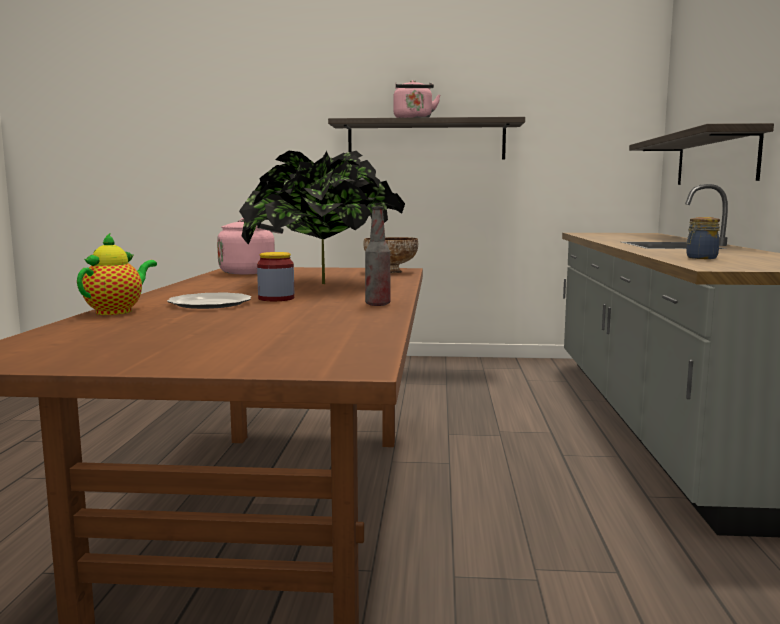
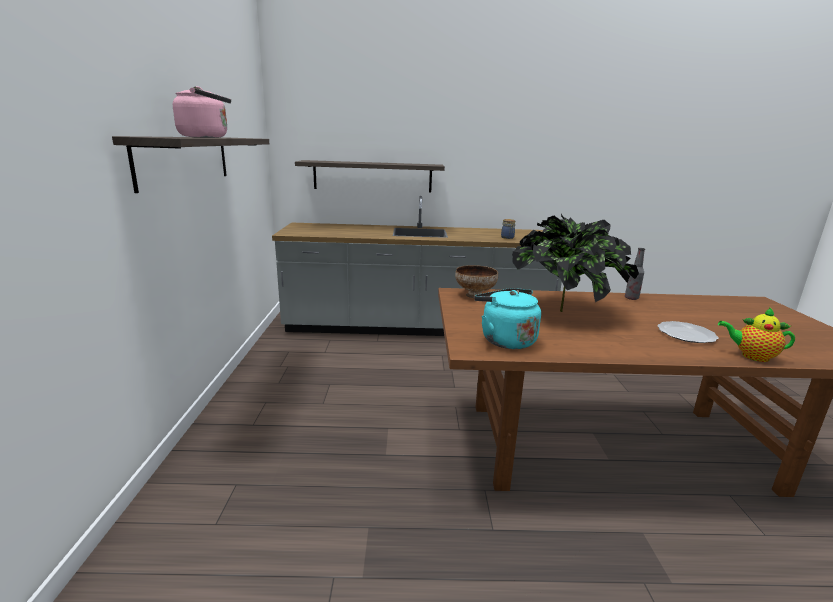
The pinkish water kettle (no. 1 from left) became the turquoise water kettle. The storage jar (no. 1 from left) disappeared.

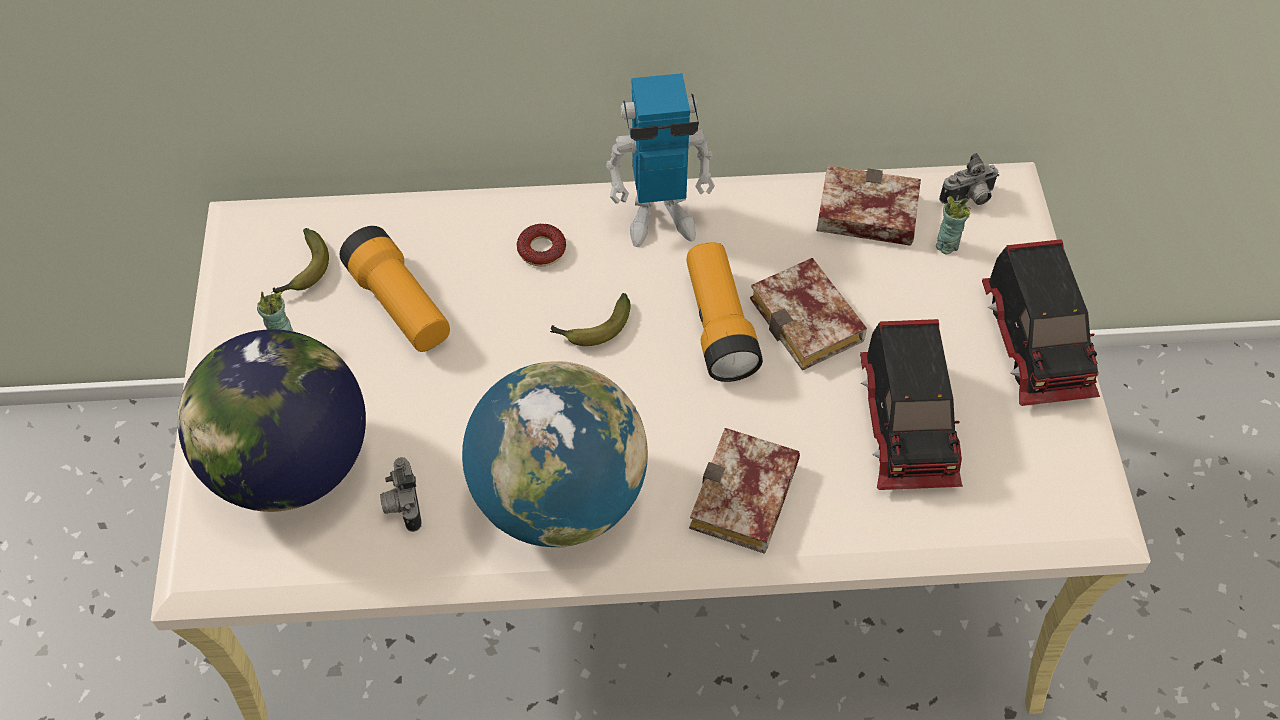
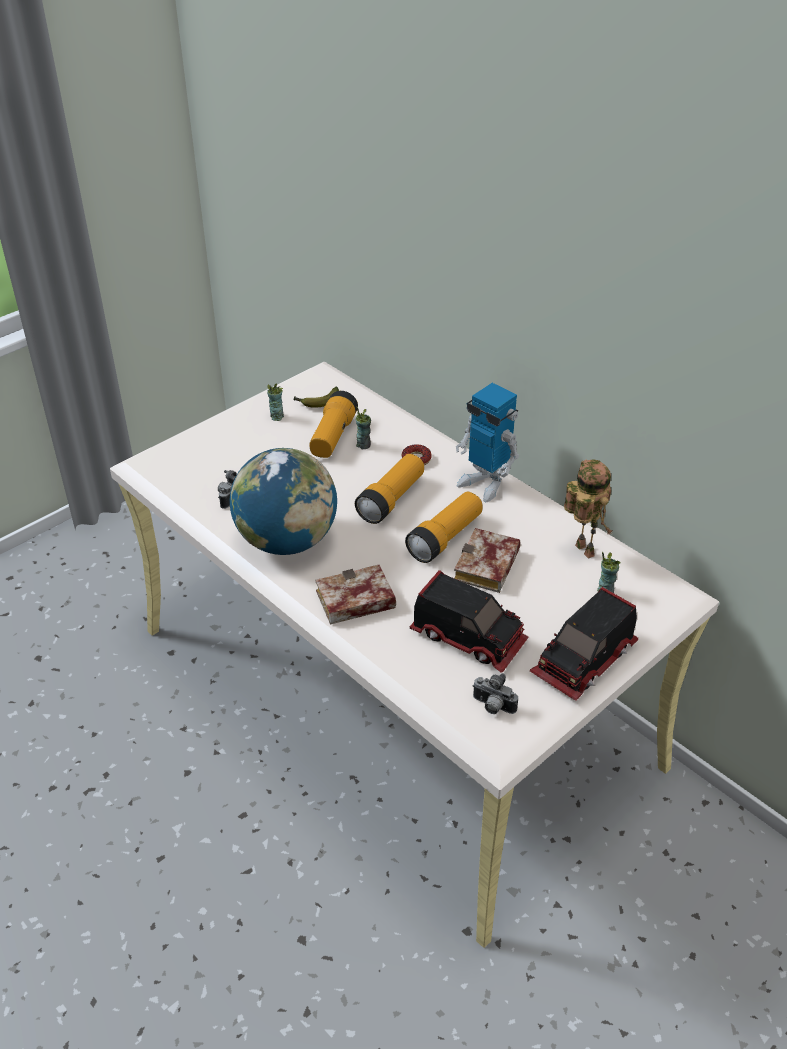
The desk globe (no. 1 from left) disappeared. The whole banana (no. 2 from left) was replaced by the hand torch (no. 2 from left). The bound book (no. 3 from left) was replaced by the toy robot (no. 2 from left). The model truck (no. 1 from left) turned 105 degrees counterclockwise. The still camera (no. 2 from left) moved. The drinking cup (no. 2 from left) appeared.

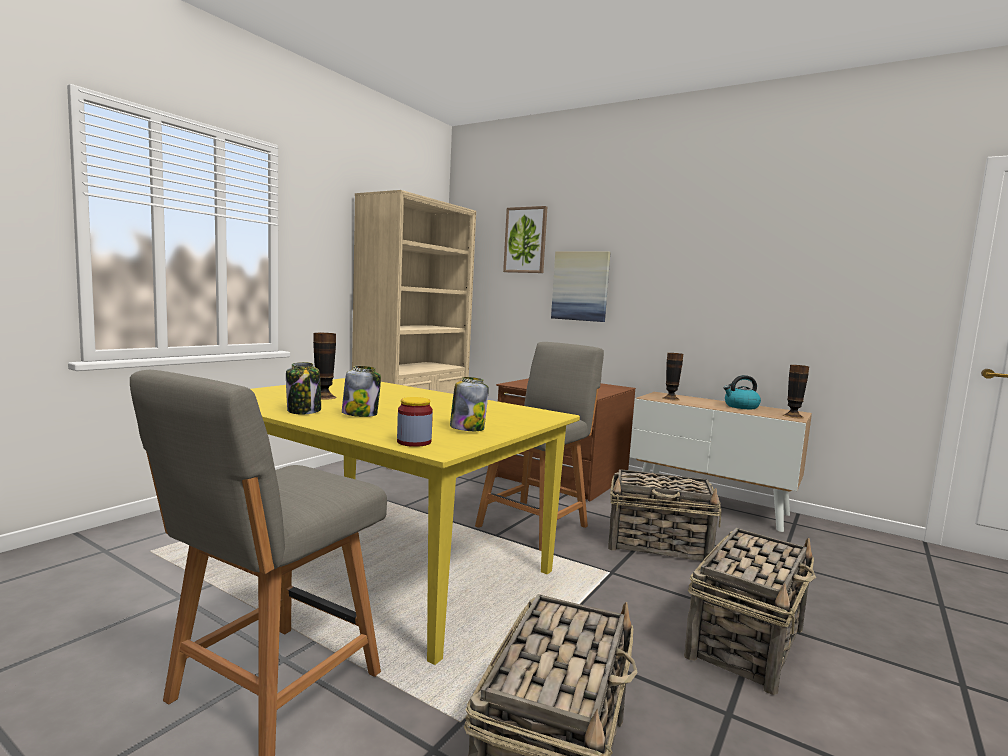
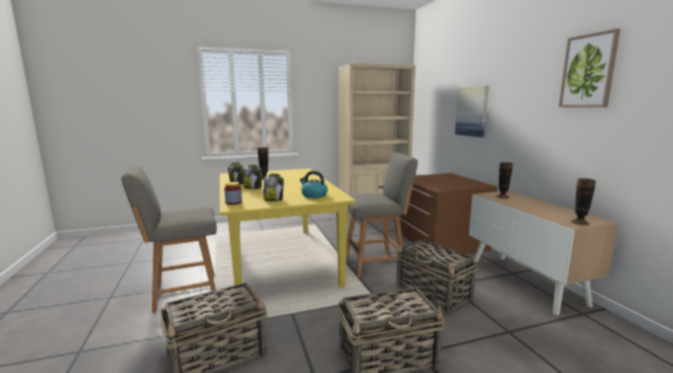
The picture (no. 1 from left in the first image) moved. The water kettle moved.

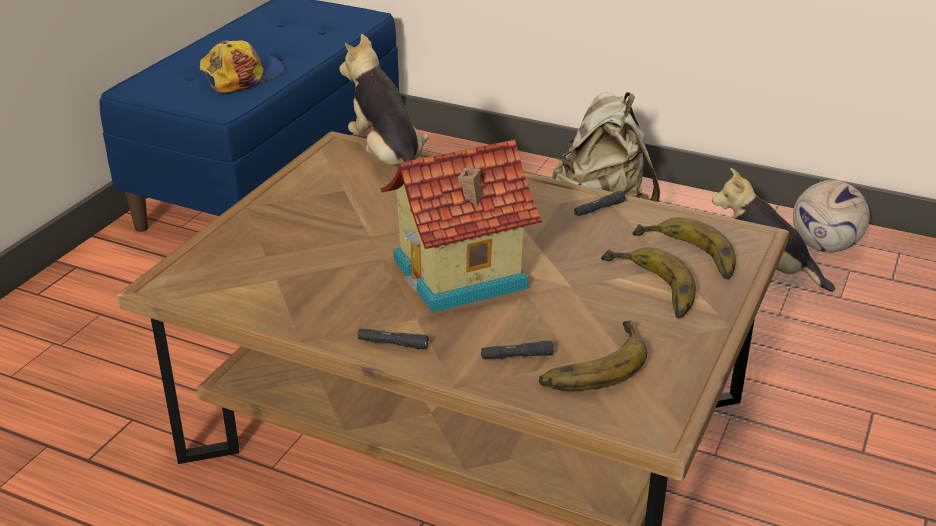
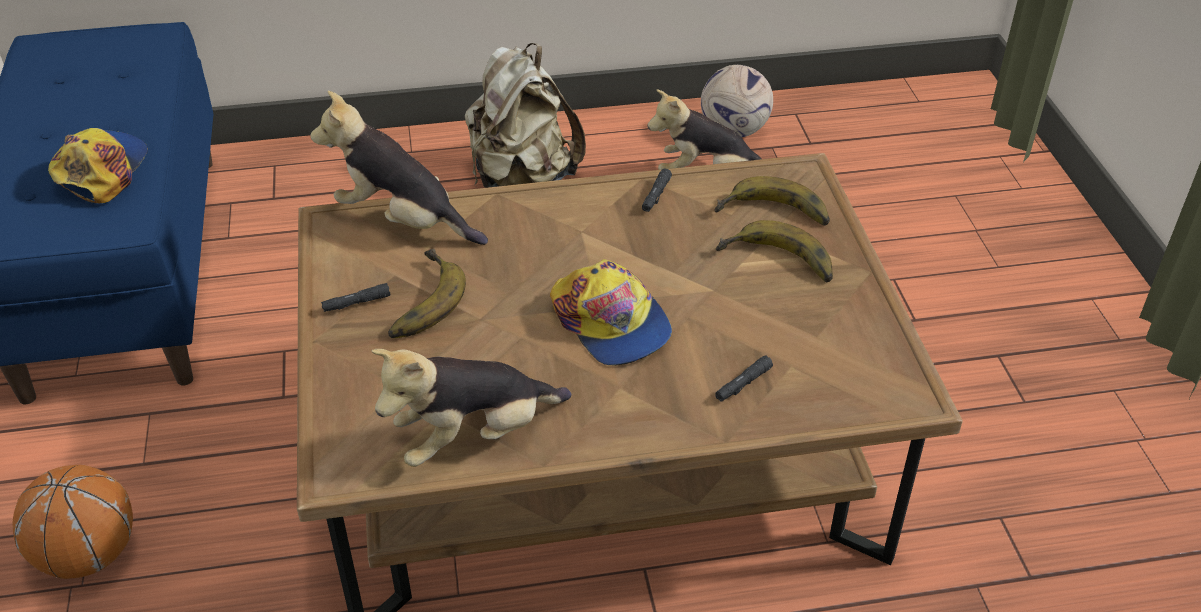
The black-coloured hand torch (no. 1 from left) moved. The miniature house was replaced by the baseball cap (no. 2 from left). The whole banana (no. 1 from left) moved. The basketball ball appeared. The soft toy (no. 2 from left) appeared.

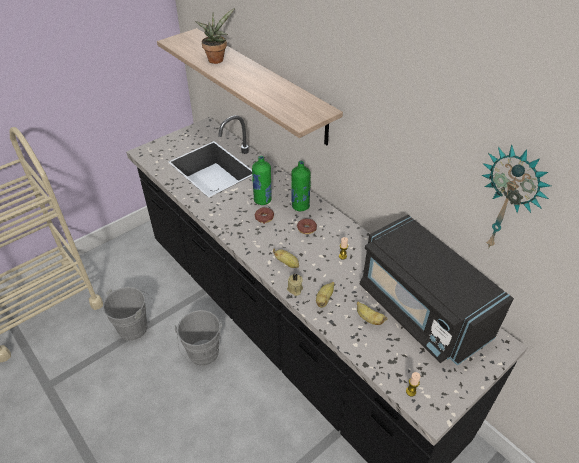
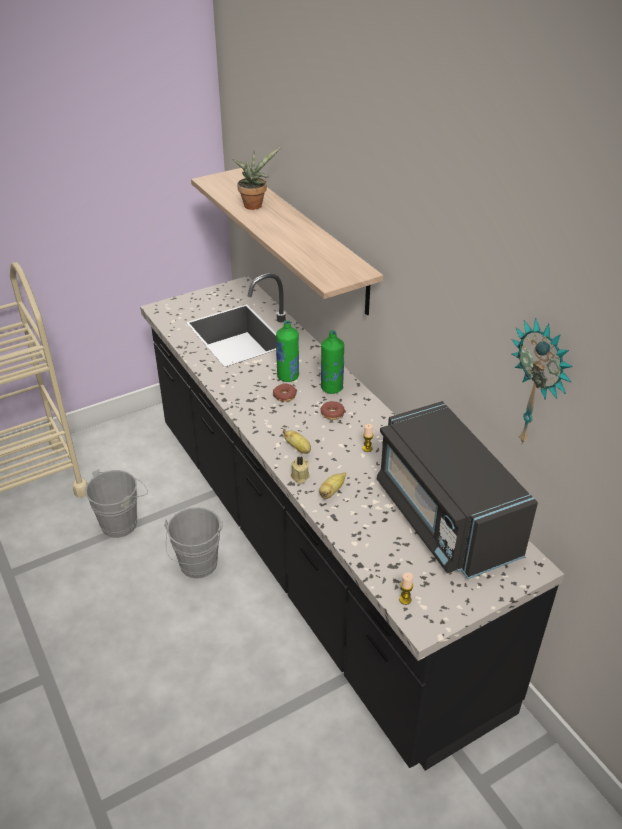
The whole banana (no. 3 from left) disappeared.

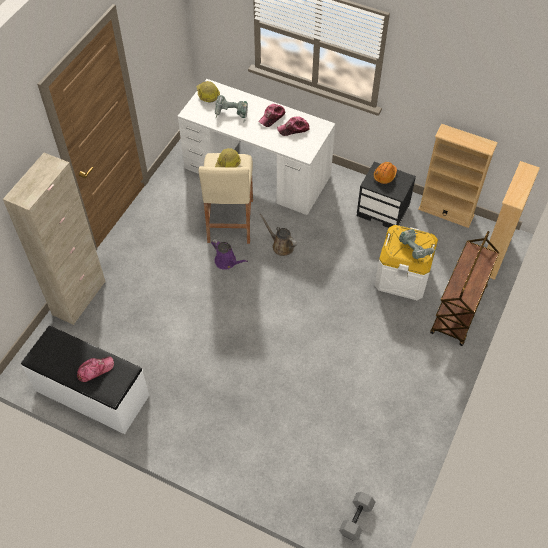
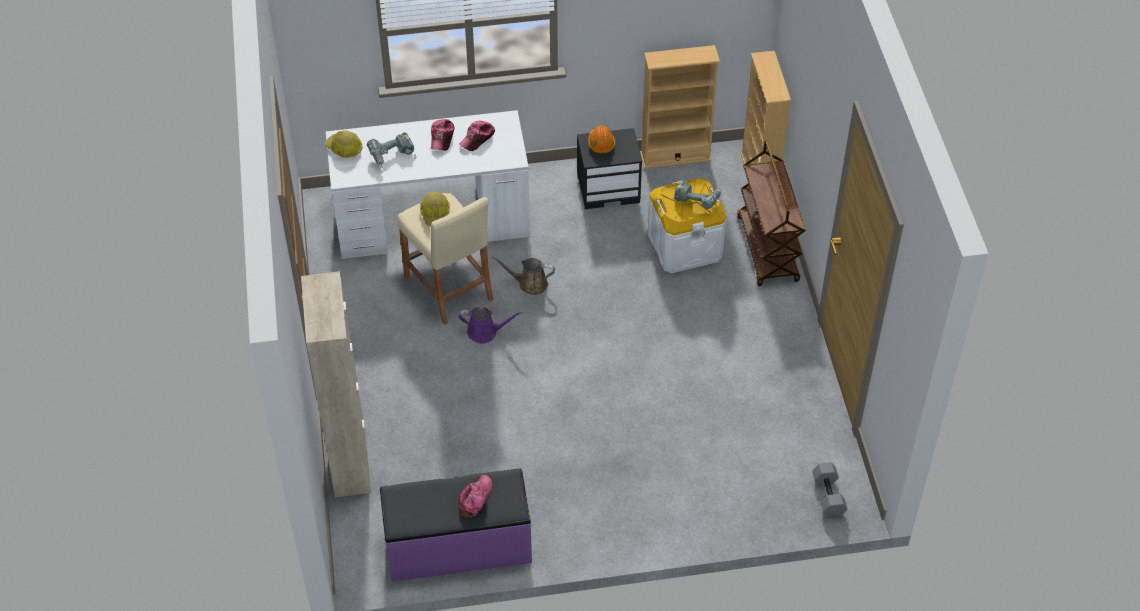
The white-coloured bench became the purple bench.

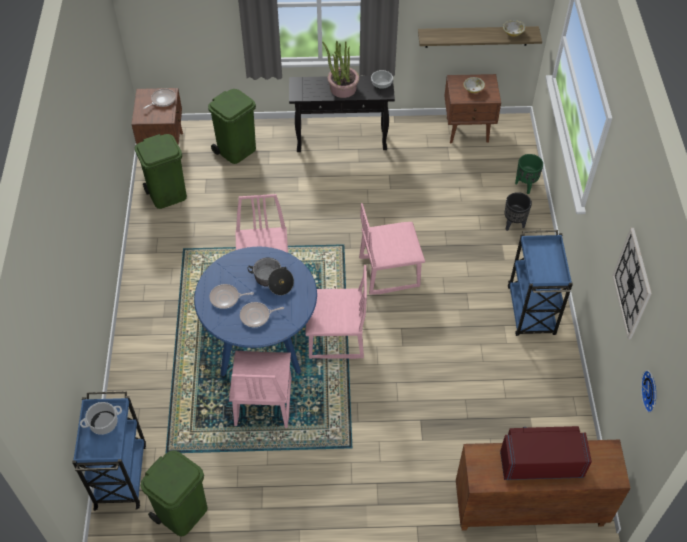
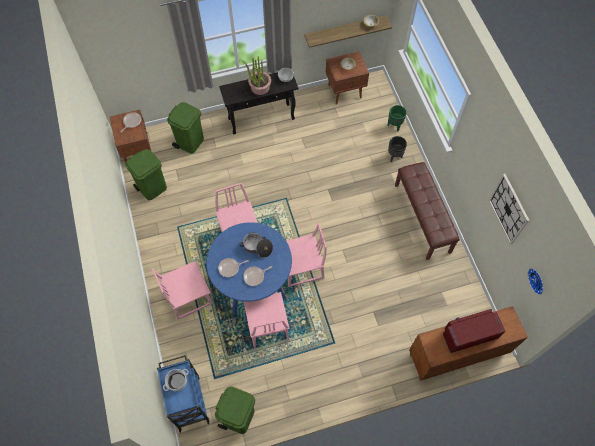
The pinkish upright chair (no. 4 from left in the first image) moved. The blue-coloured wheeled cart (no. 2 from left) was replaced by the brownish bench.

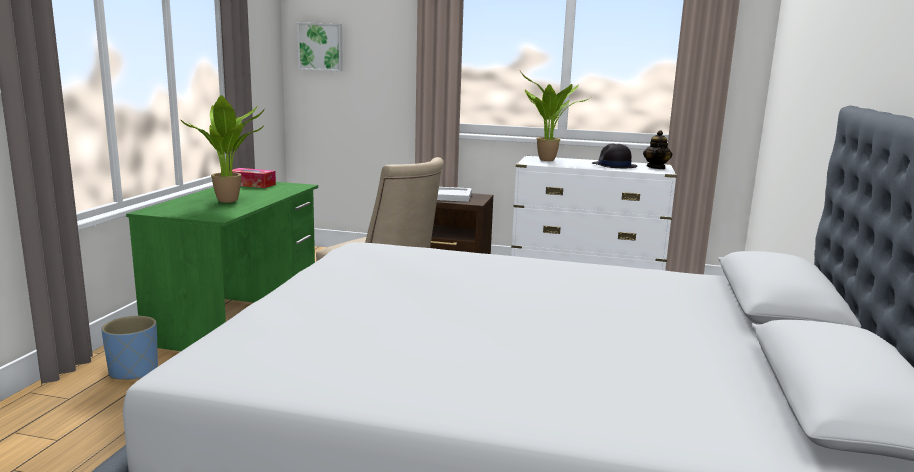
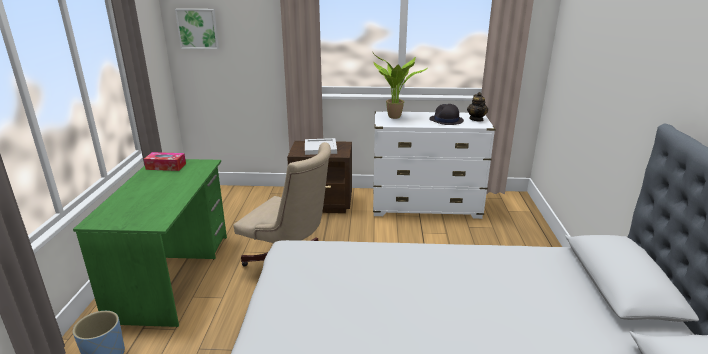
The plant in a pot (no. 1 from left) disappeared.

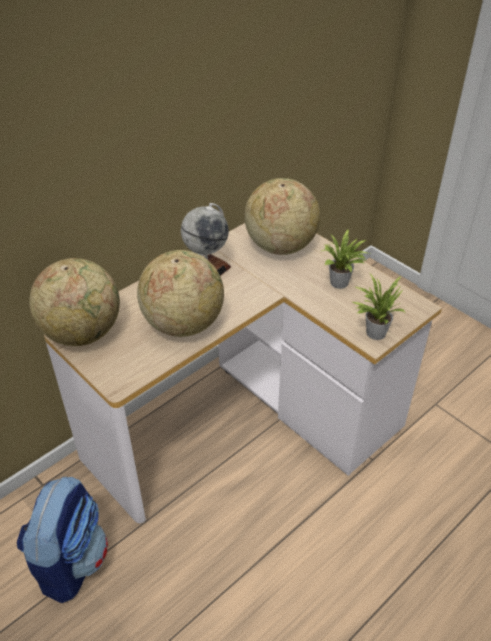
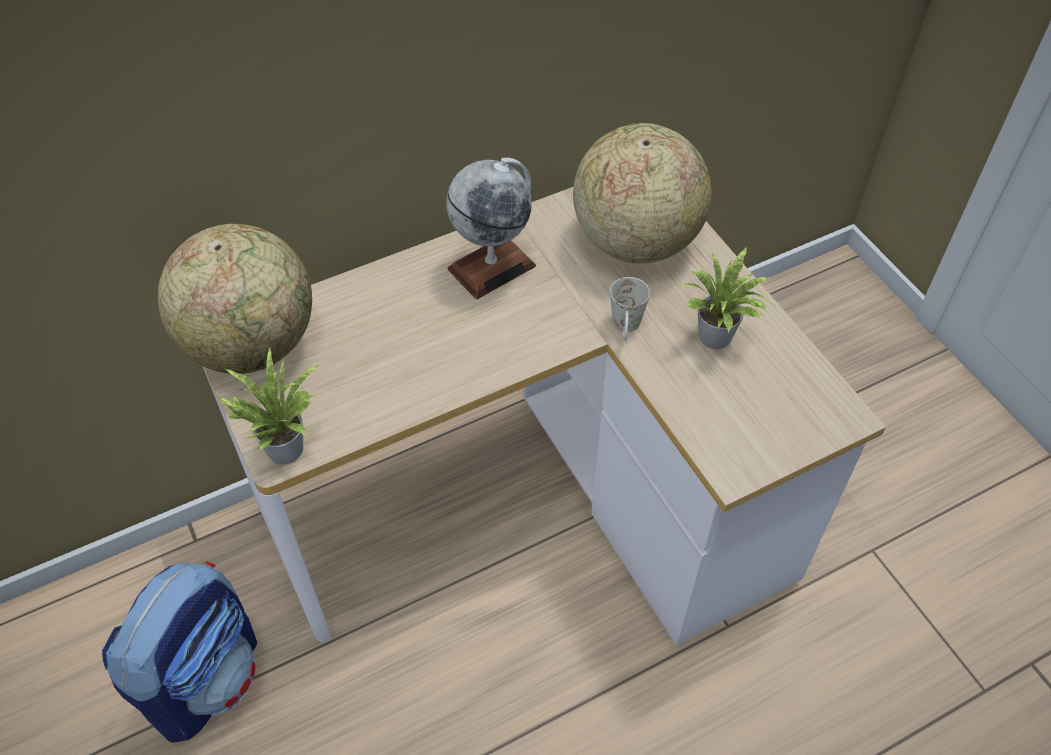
The desk globe (no. 2 from left) disappeared. The plant in a pot (no. 2 from left in the first image) moved. The white-coloured coffee mug appeared.

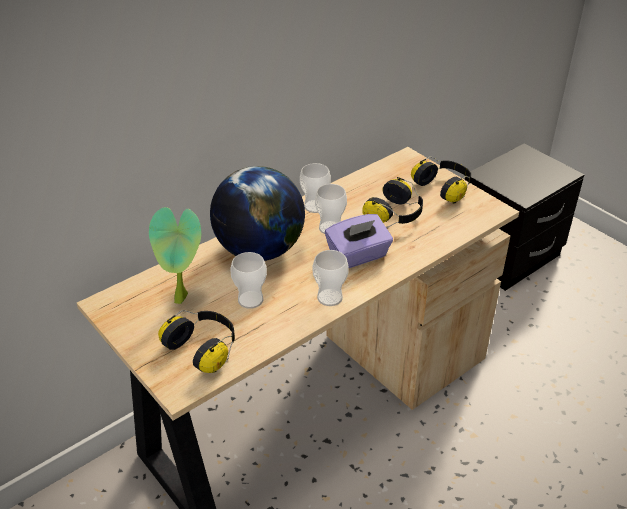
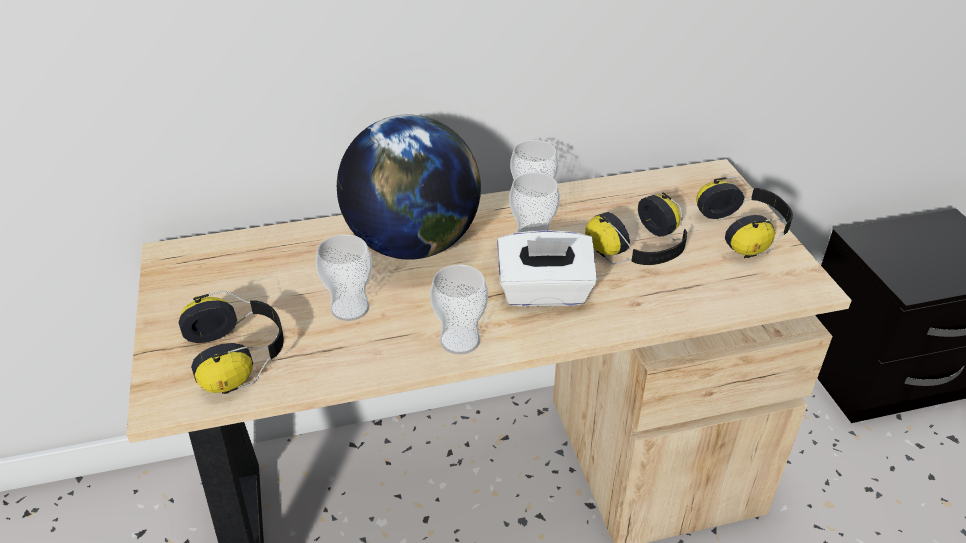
The plant in a pot disappeared. The purple box of tissues became the white-coloured box of tissues.

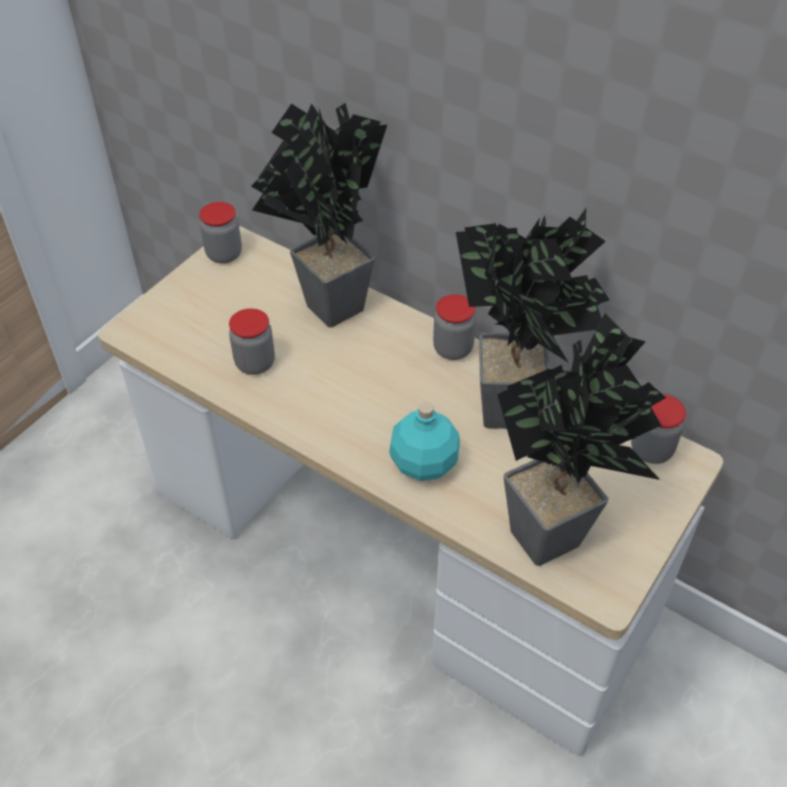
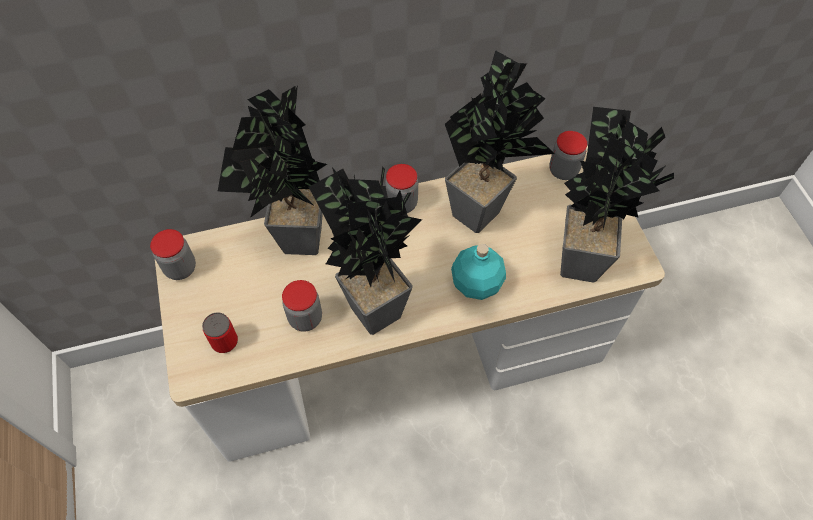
The metal can appeared. The plant in a pot (no. 2 from left) appeared.

